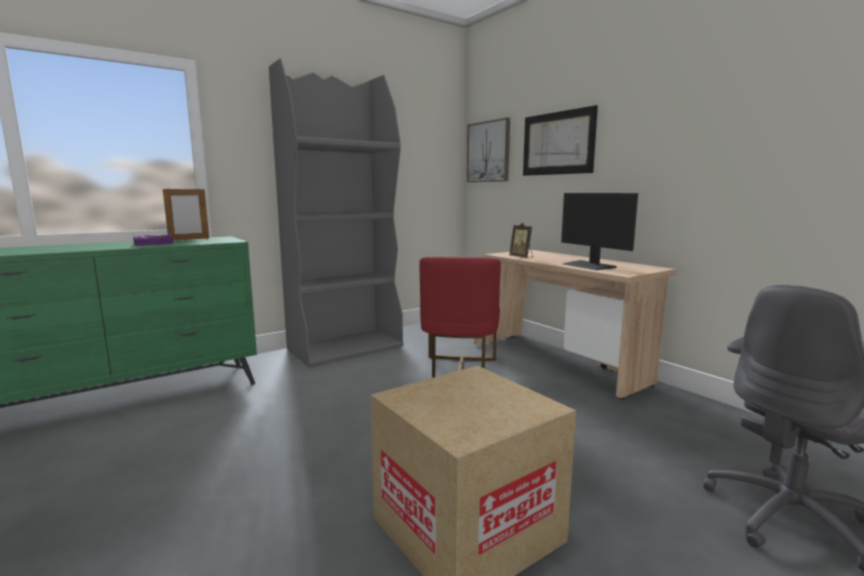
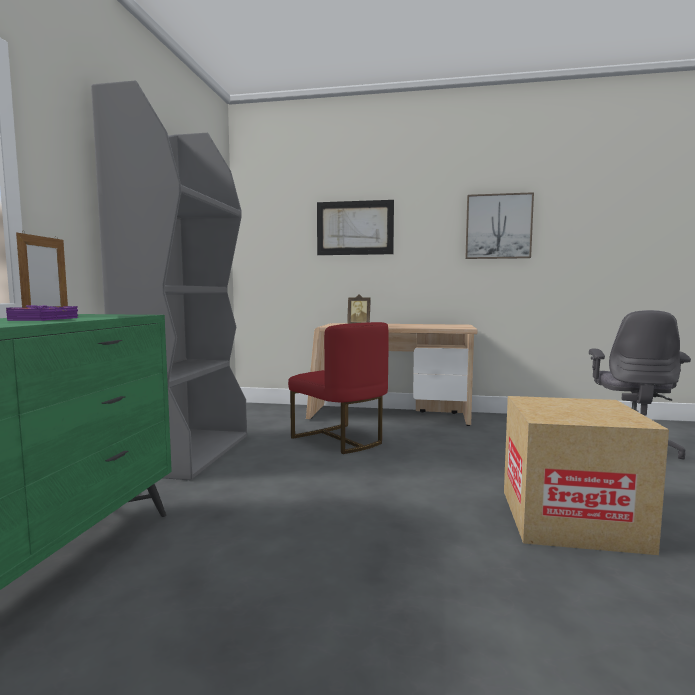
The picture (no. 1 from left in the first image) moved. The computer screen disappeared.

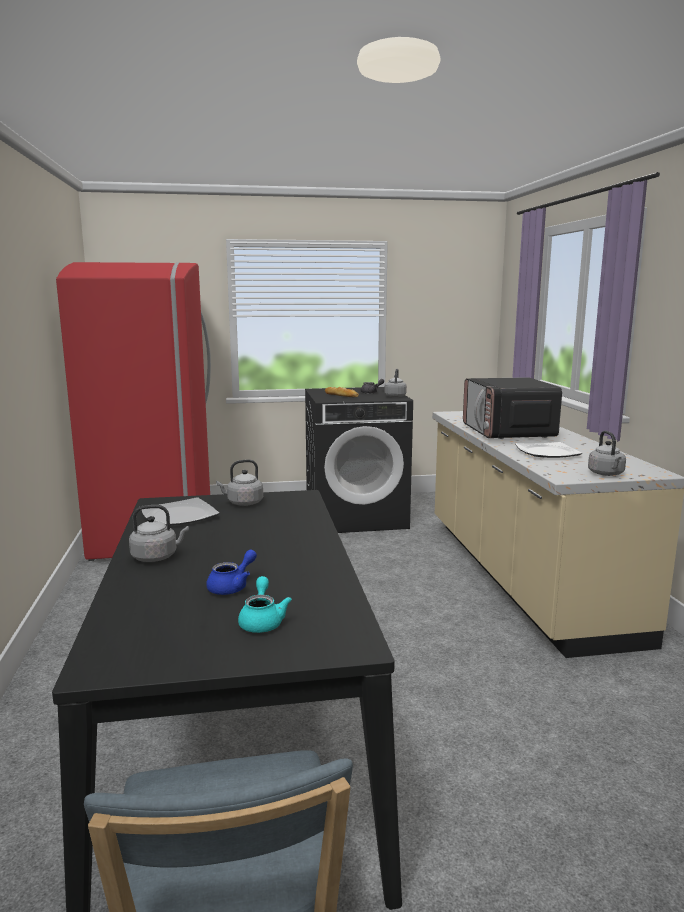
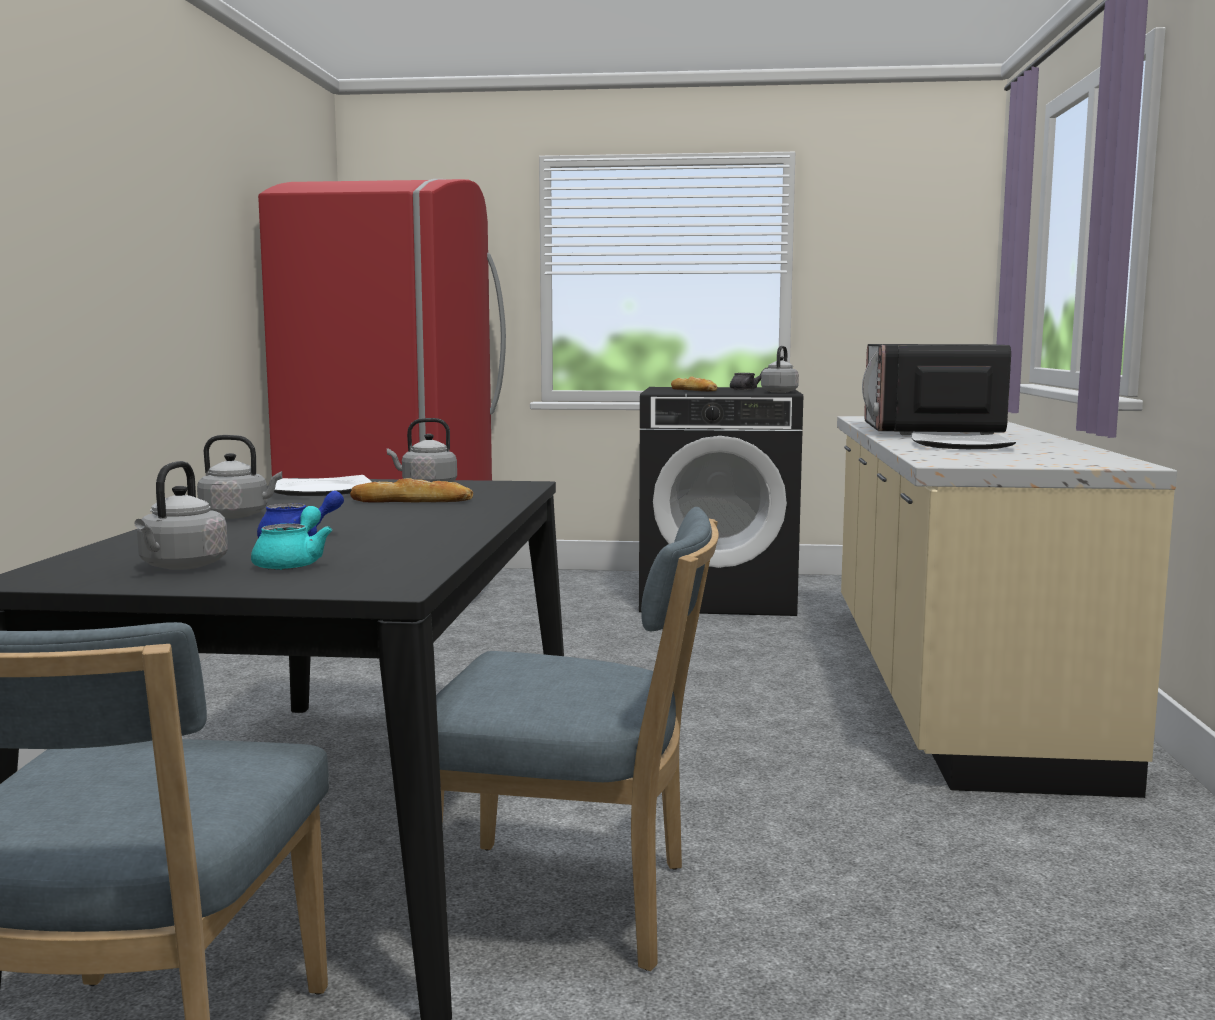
The grey water kettle (no. 4 from left in the first image) moved. The bakery bread (no. 1 from left) appeared. The blue-coloured upright chair (no. 2 from left) appeared.

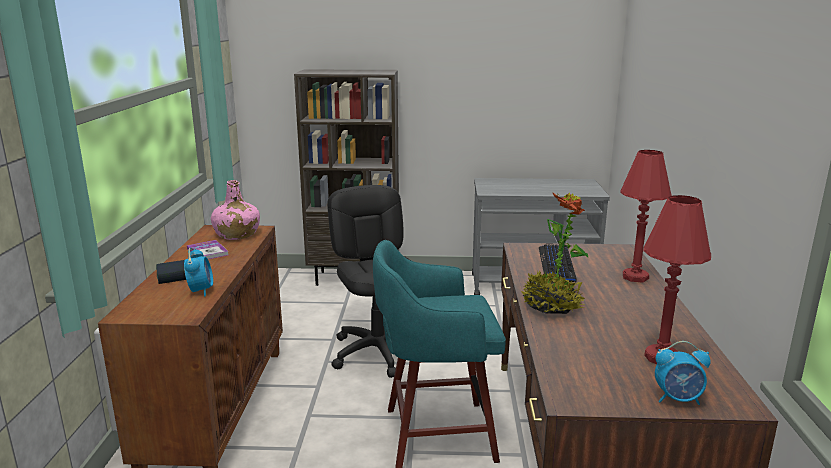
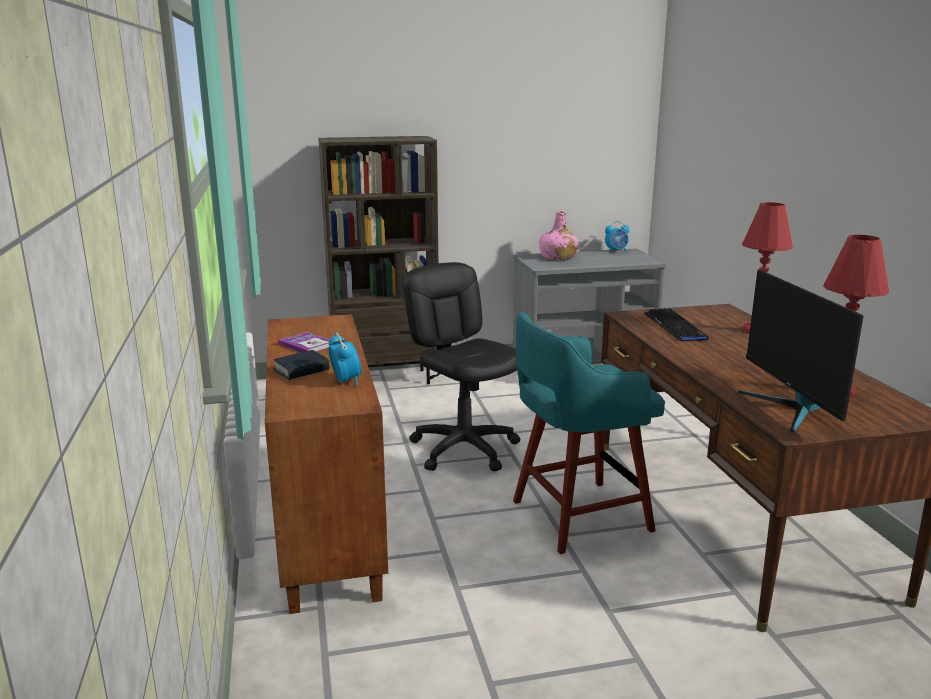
The pinkish drink bottle moved. The plant in a pot disappeared. The table clock (no. 2 from left) moved. The computer screen appeared.

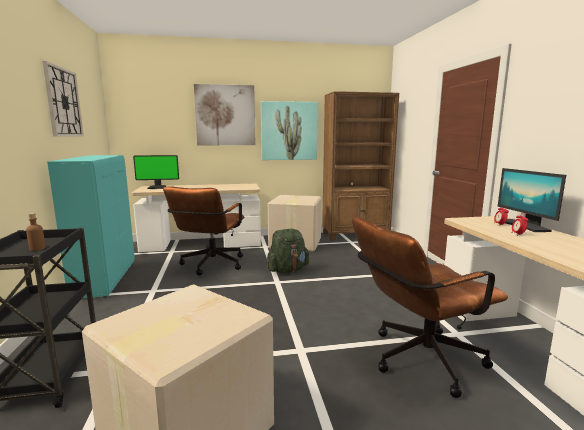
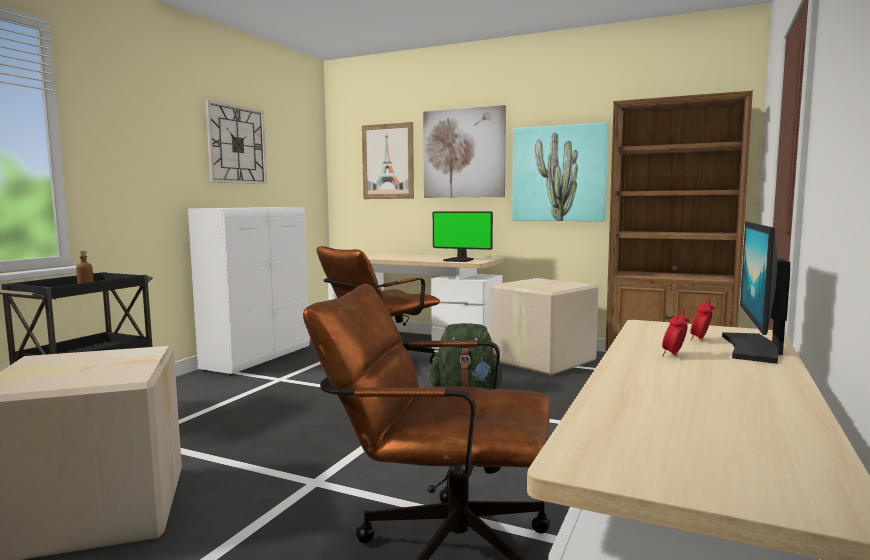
The turquoise cupboard became the white-coloured cupboard. The computer screen (no. 1 from left) moved. The picture (no. 1 from left) appeared.

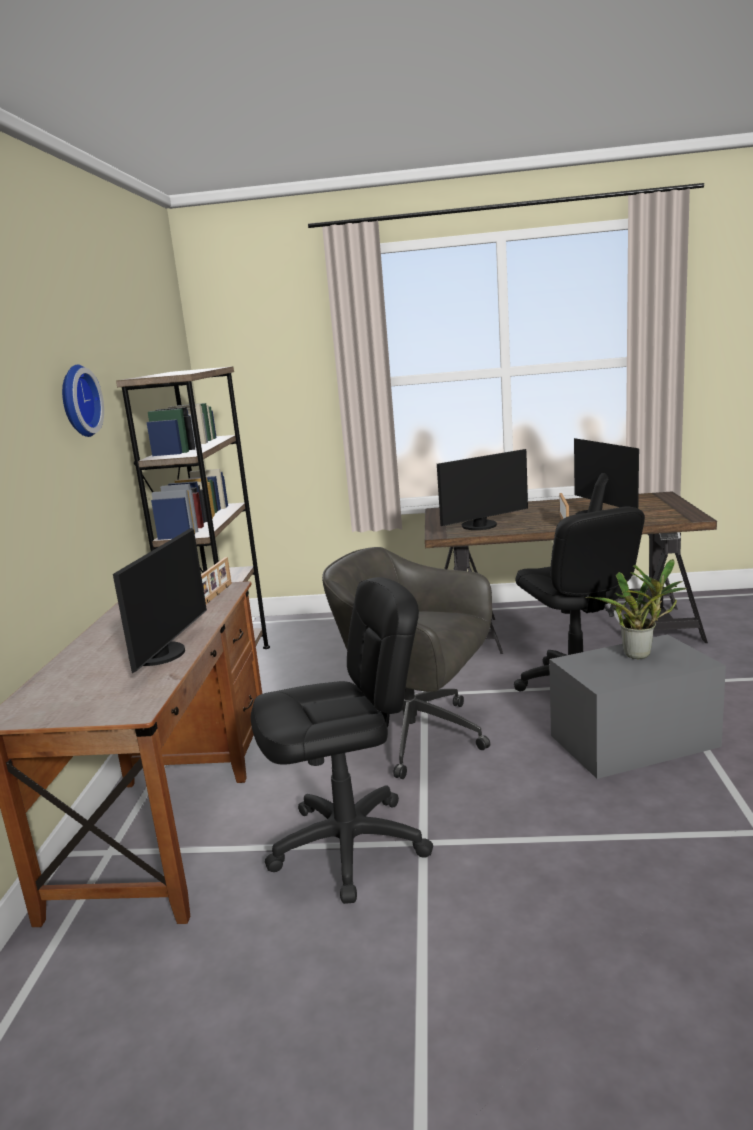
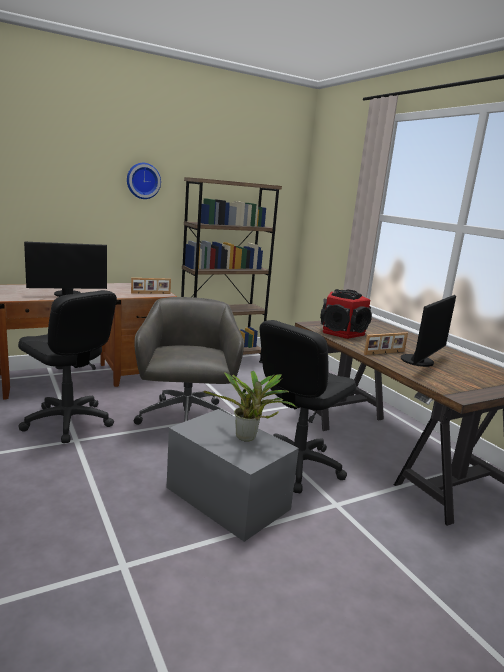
The computer screen (no. 2 from left) was replaced by the loudspeaker.

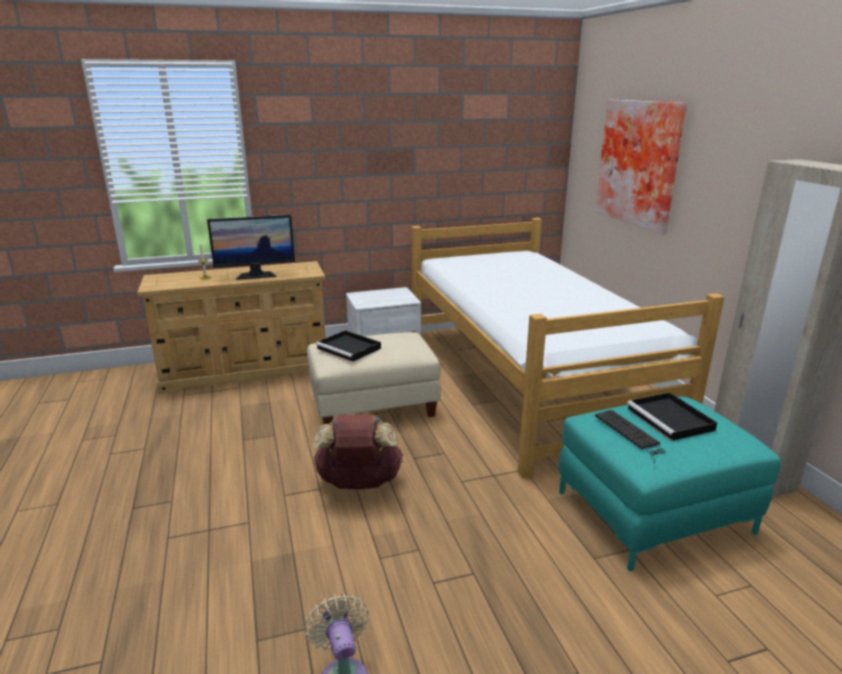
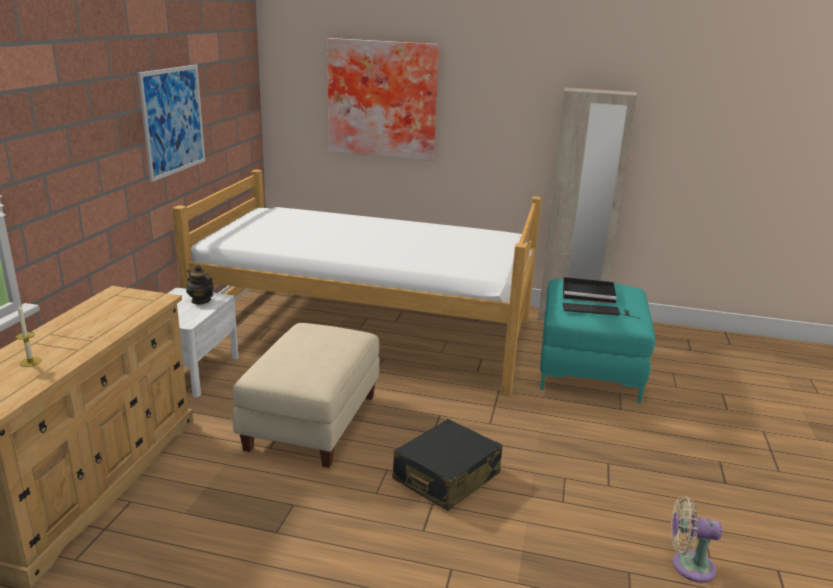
The computer screen disappeared. The brownish rucksack was replaced by the black-coloured travel case. The black-coloured carrying tray (no. 1 from left) disappeared. The picture (no. 1 from left) appeared. The tea pot appeared.

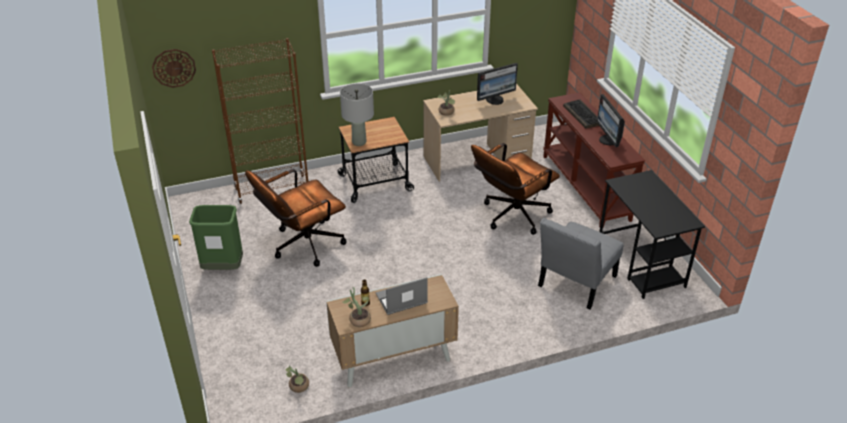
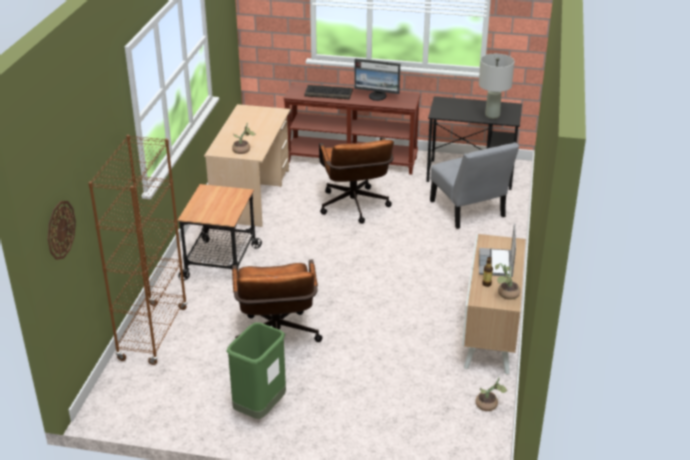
The grey tabletop lamp moved. The computer screen (no. 1 from left) disappeared.

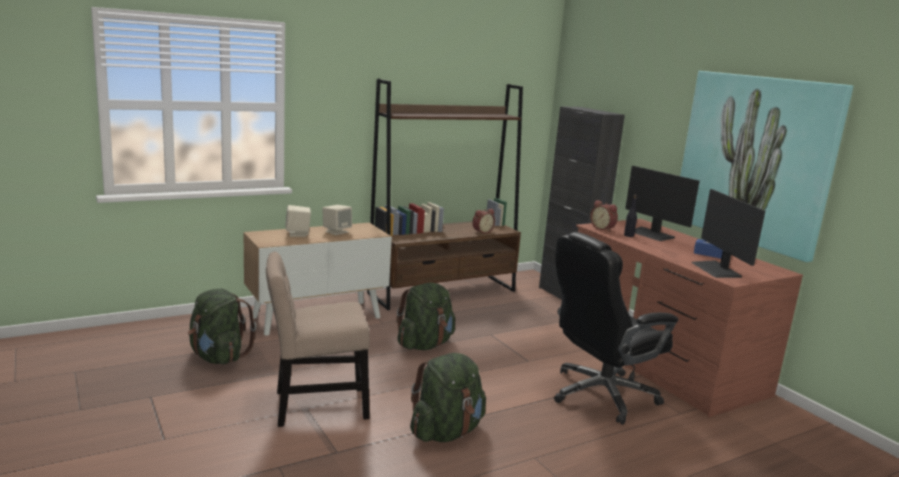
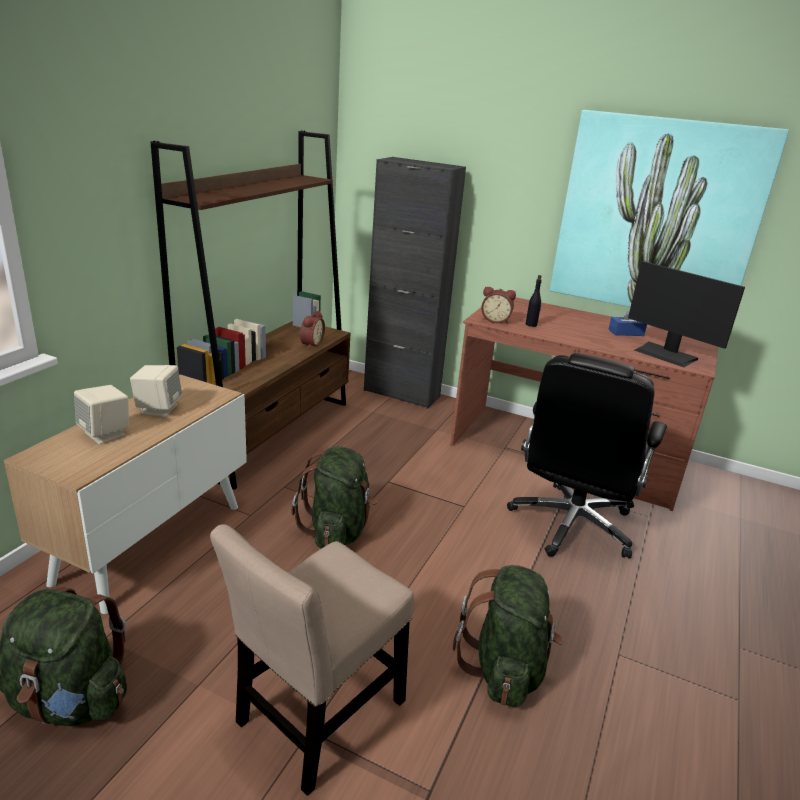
The computer screen (no. 1 from left) disappeared.

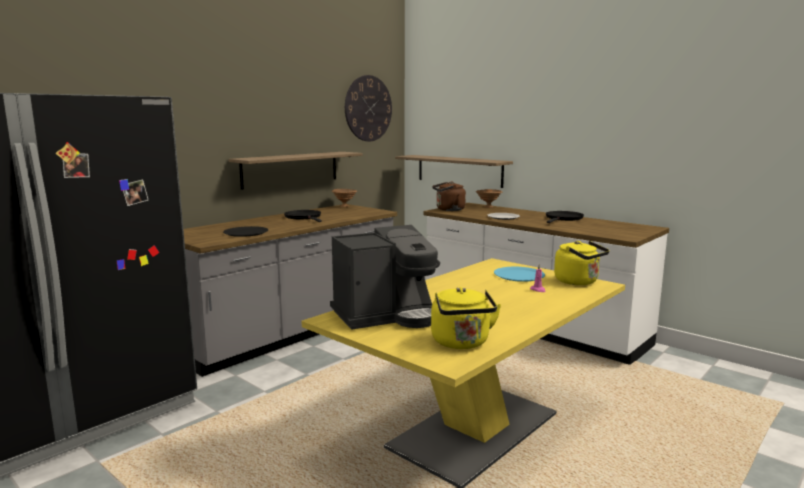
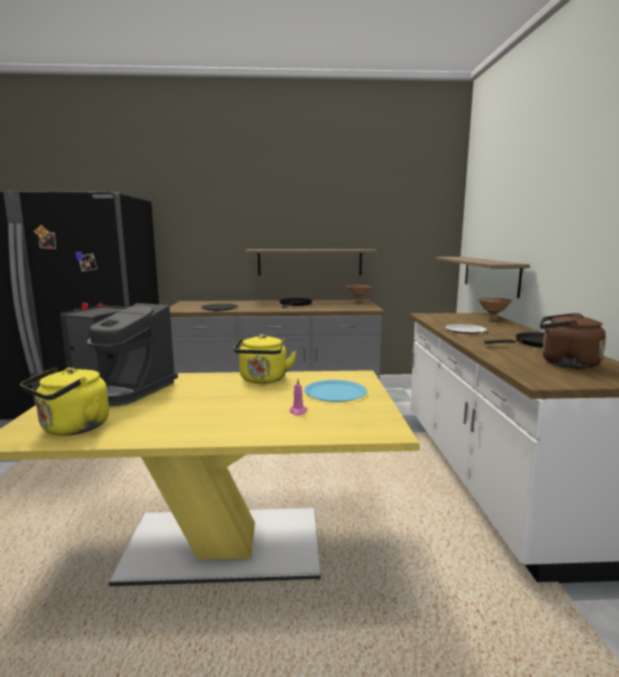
The hanging clock disappeared. The brownish water kettle moved. The yellow water kettle (no. 2 from left) moved.

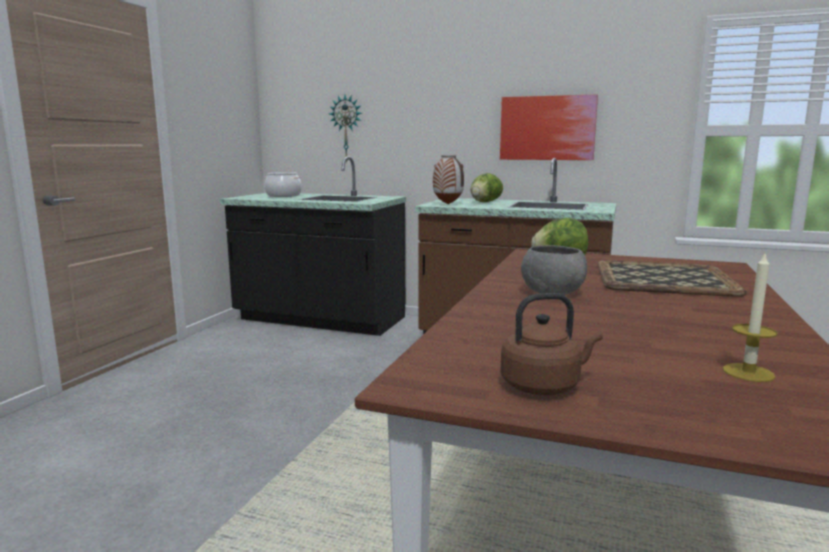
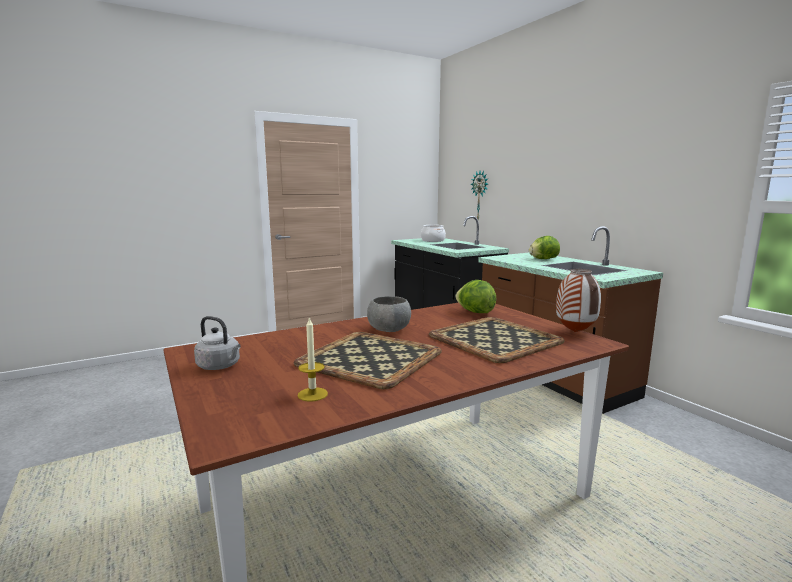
The decorative vase moved. The picture disappeared. The brownish water kettle became the grey water kettle. The carrying tray (no. 1 from left) appeared.

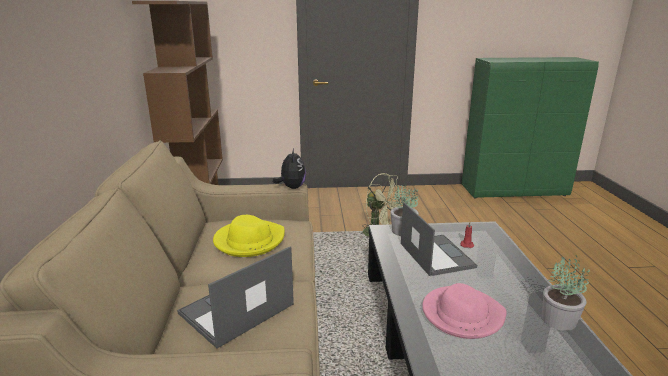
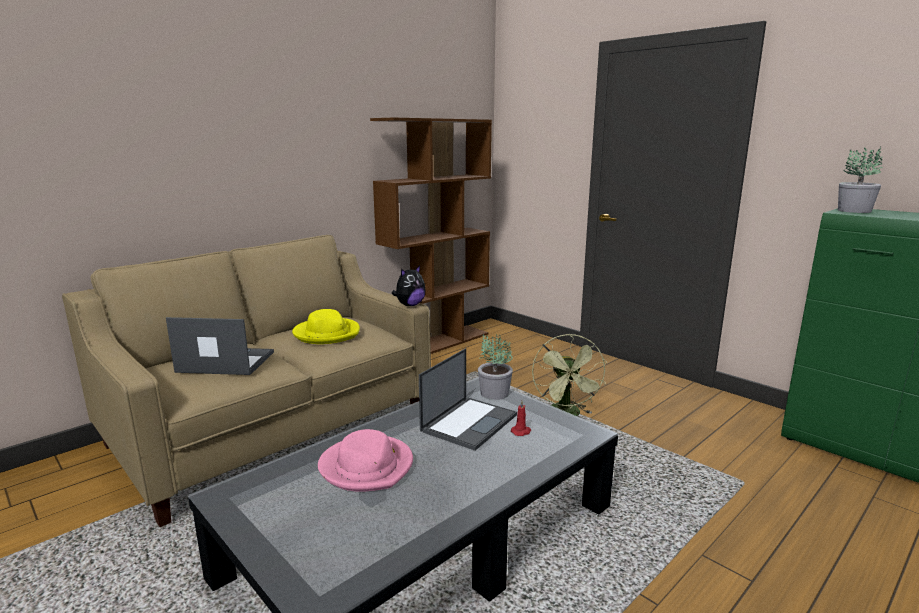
The plant in a pot (no. 2 from left) moved.

